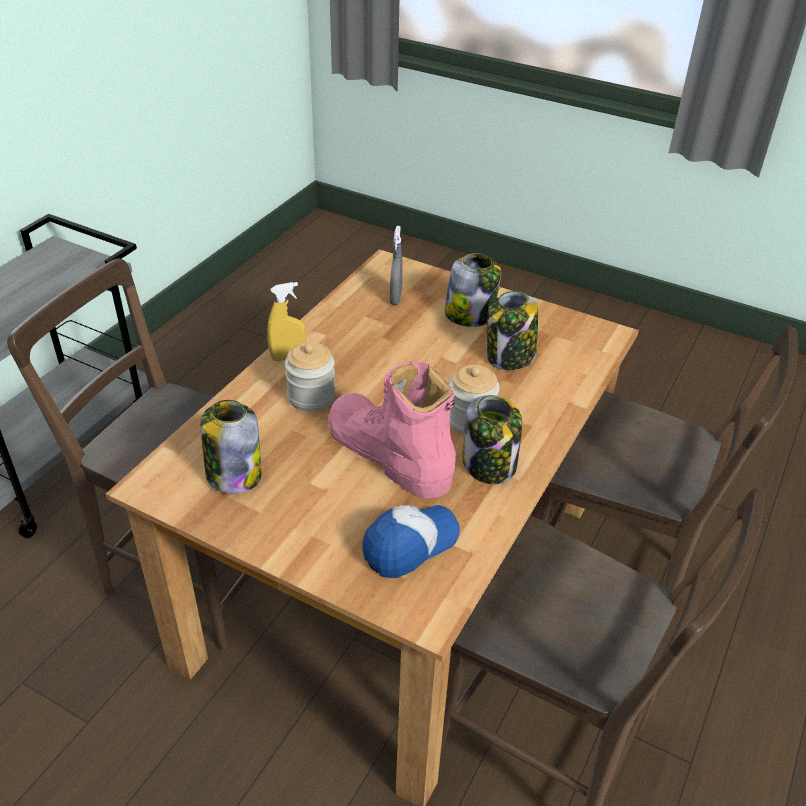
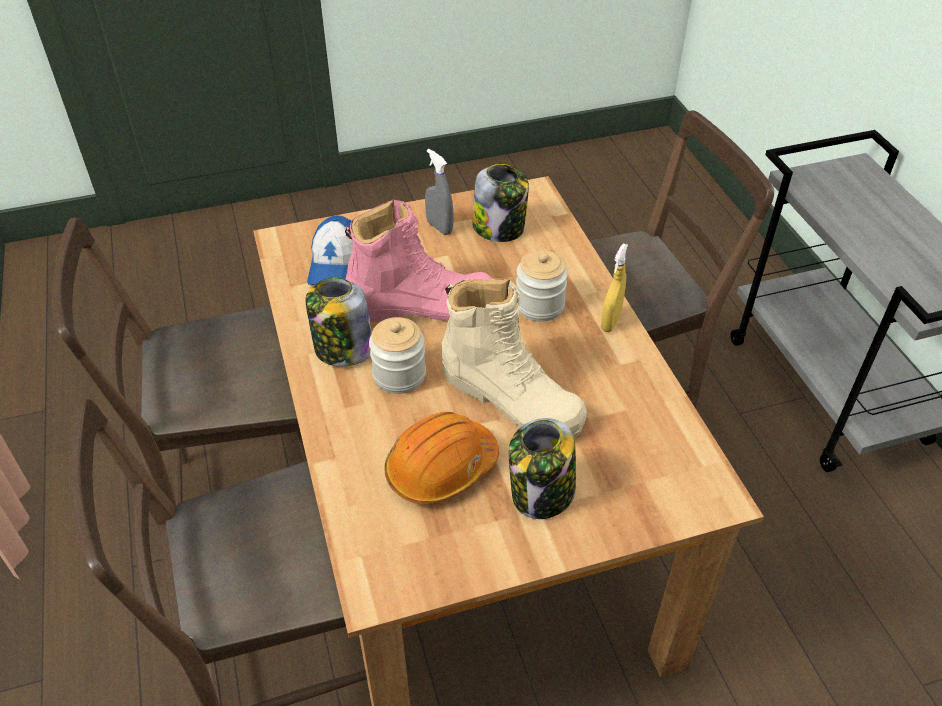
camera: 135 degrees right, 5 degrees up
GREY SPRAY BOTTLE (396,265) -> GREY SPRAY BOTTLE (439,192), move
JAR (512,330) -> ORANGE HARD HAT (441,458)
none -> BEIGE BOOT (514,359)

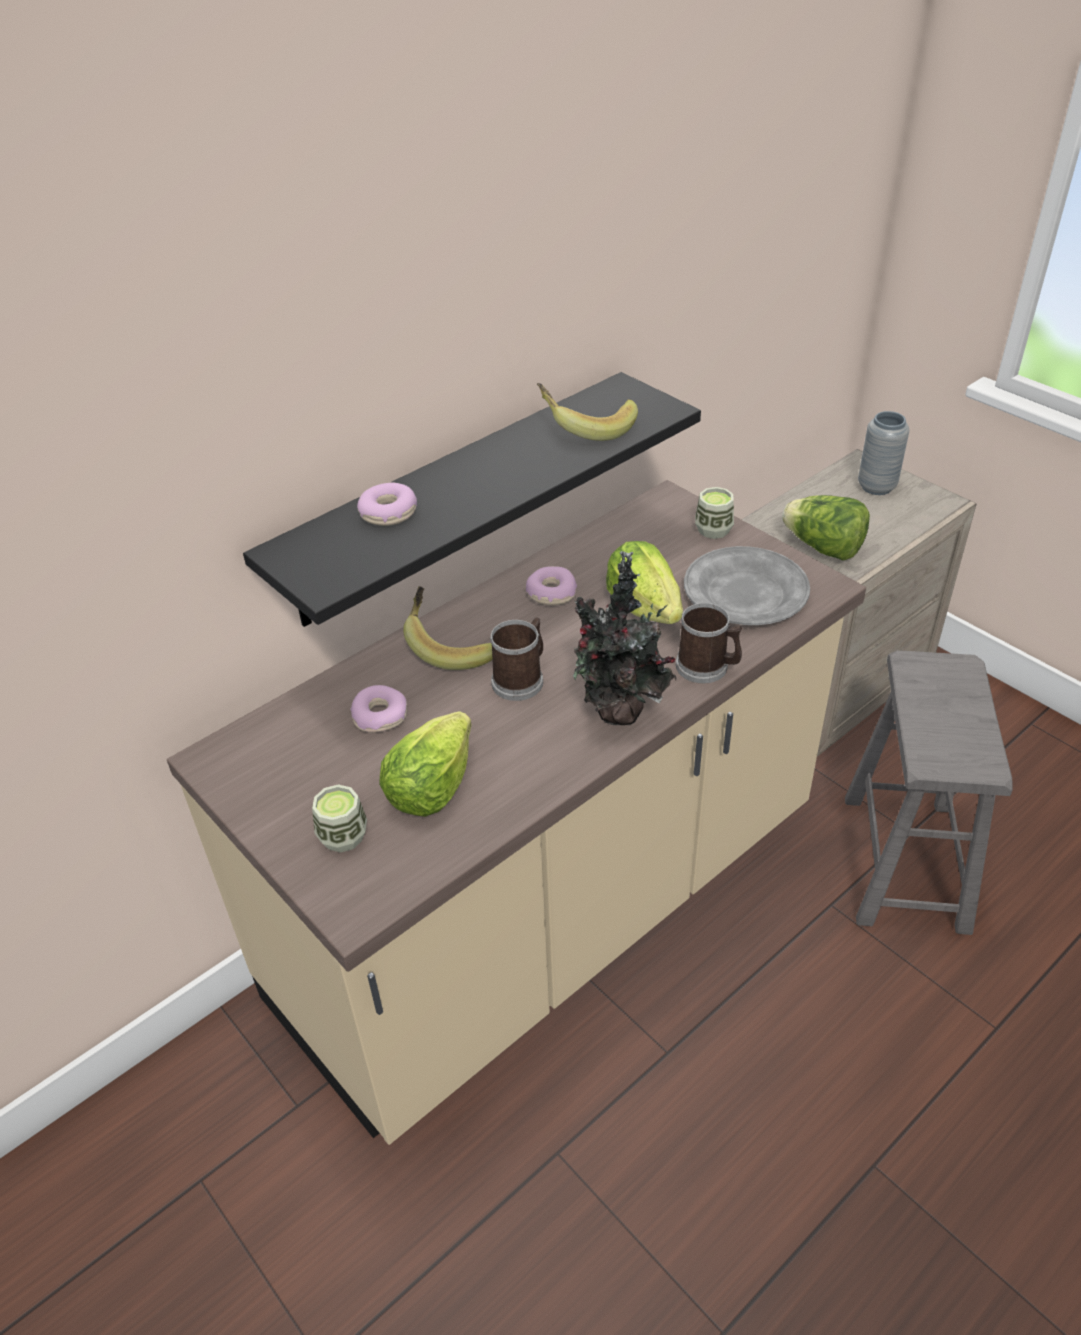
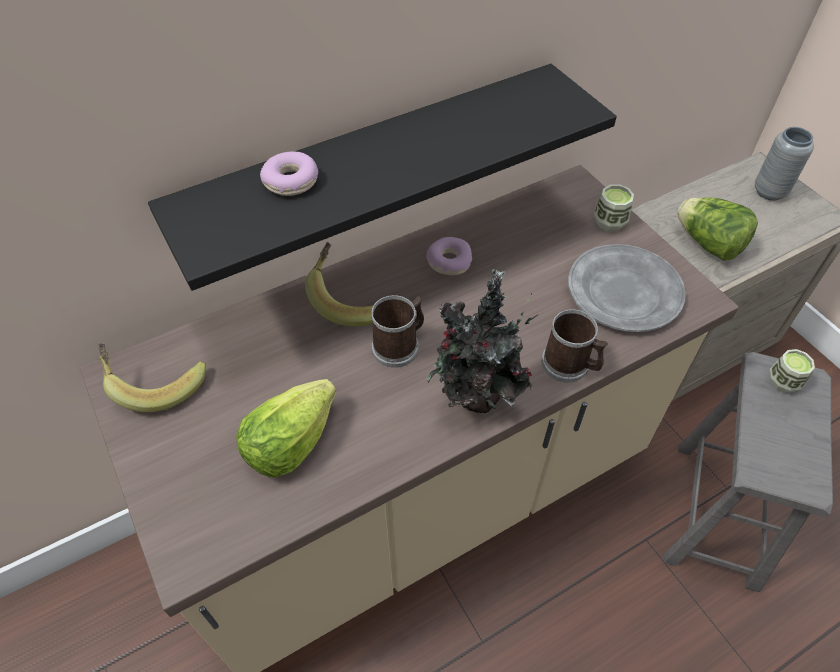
camera: 10 degrees right, 10 degrees up
CUP (339,818) -> CUP (792,371), move
DONUT (378,709) -> none
BANANA (587,412) -> BANANA (152,377), move
LETTUCE (644,582) -> none

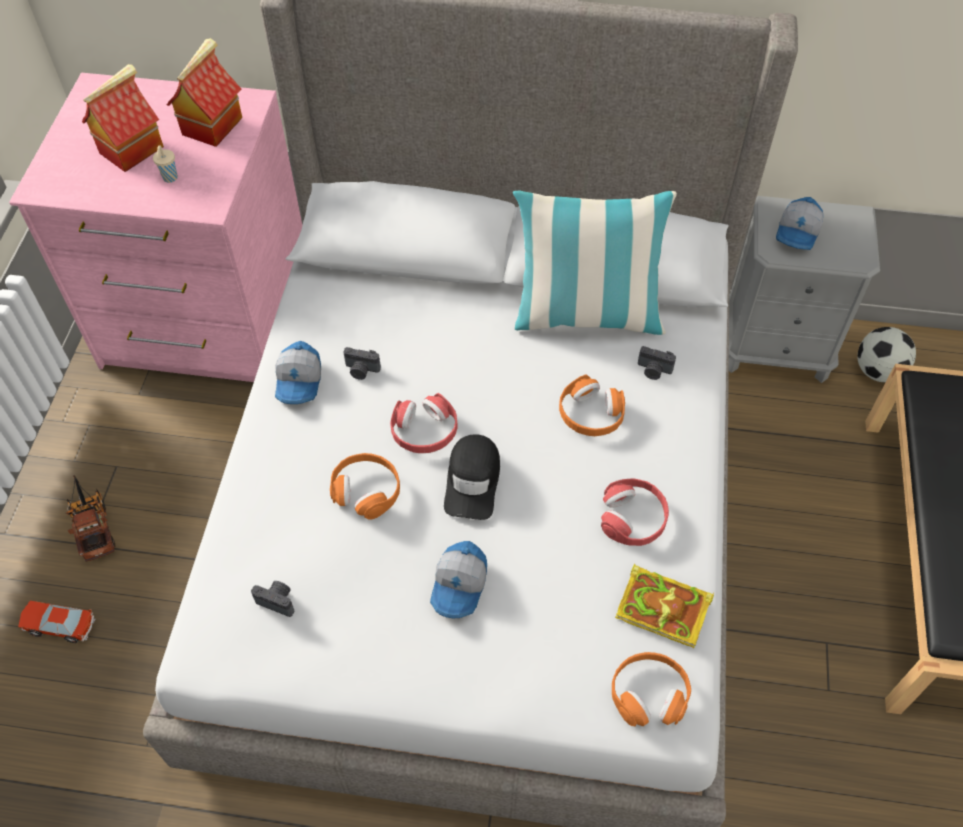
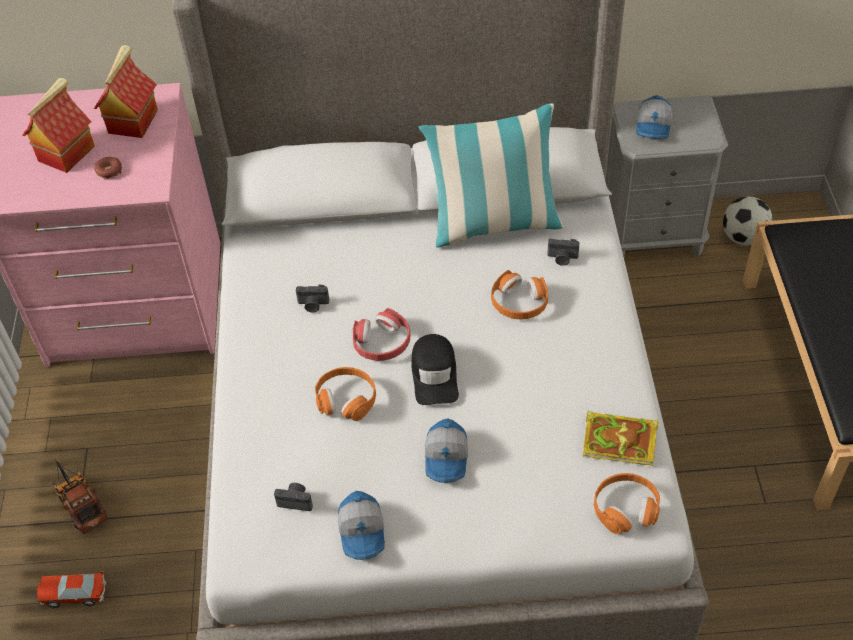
camera: 10 degrees left, 5 degrees down
BEIGE CUP (165,164) -> DONUT (108,168)
CAP (298,372) -> CAP (361,525), move
RED HEADPHONES (635,512) -> none

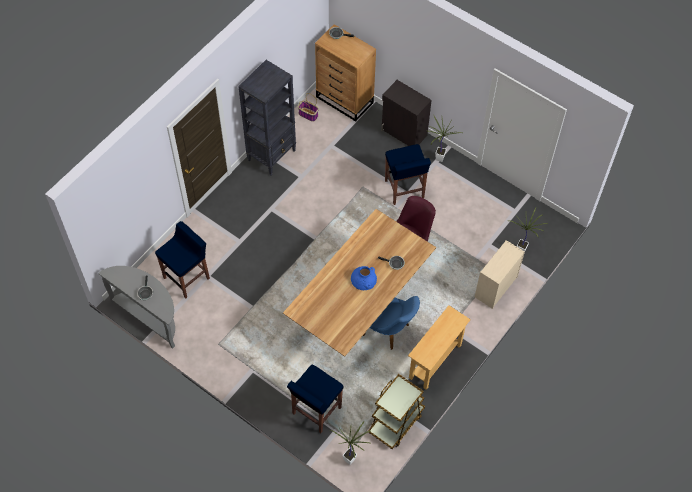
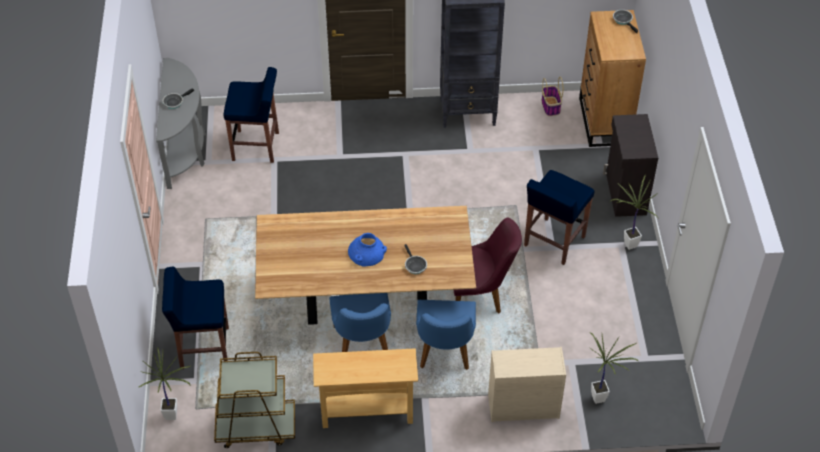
camera: 50 degrees right, 10 degrees down
none -> BLUE CHAIR (446,335)

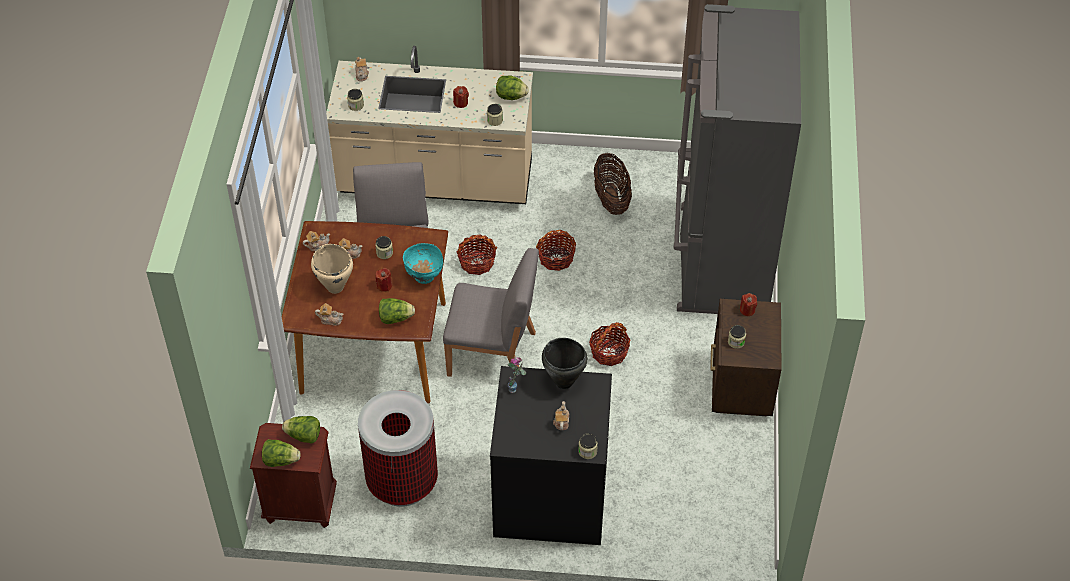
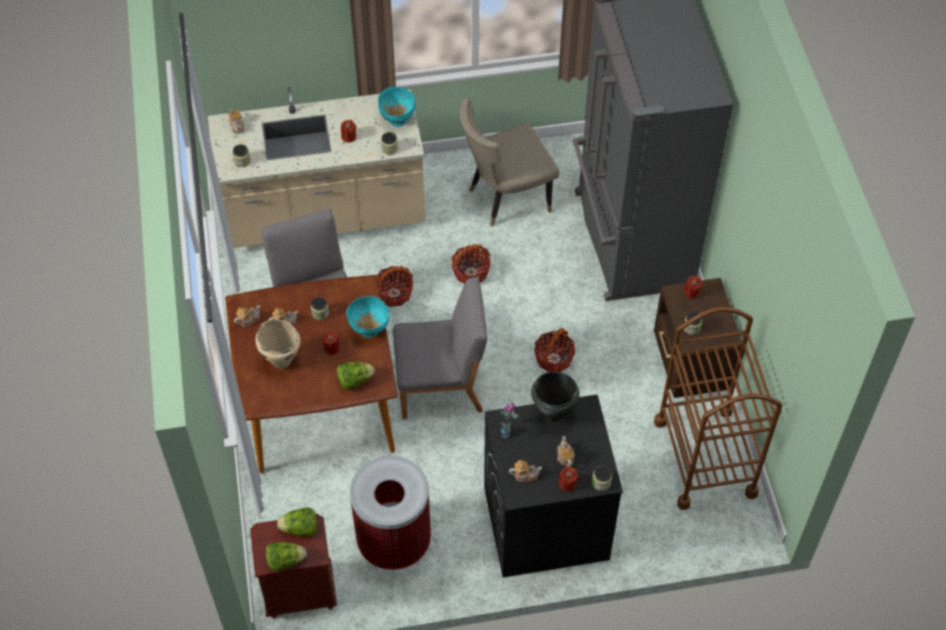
camera: 15 degrees left, 5 degrees up
TEAPOT (329,314) -> TEAPOT (525,471), move
LETTUCE (512,88) -> TURQUOISE BOWL (396,107)
BASKET (613,184) -> BEIGE CHAIR (509,162)
none -> RED CANDLE (568,479)
none -> BROWN CART (718,408)

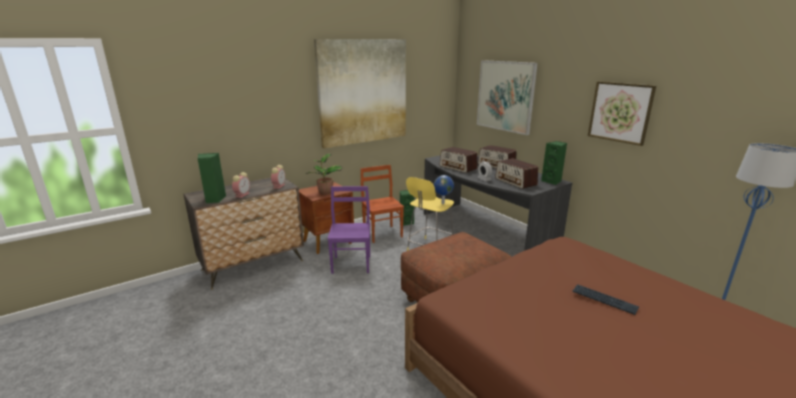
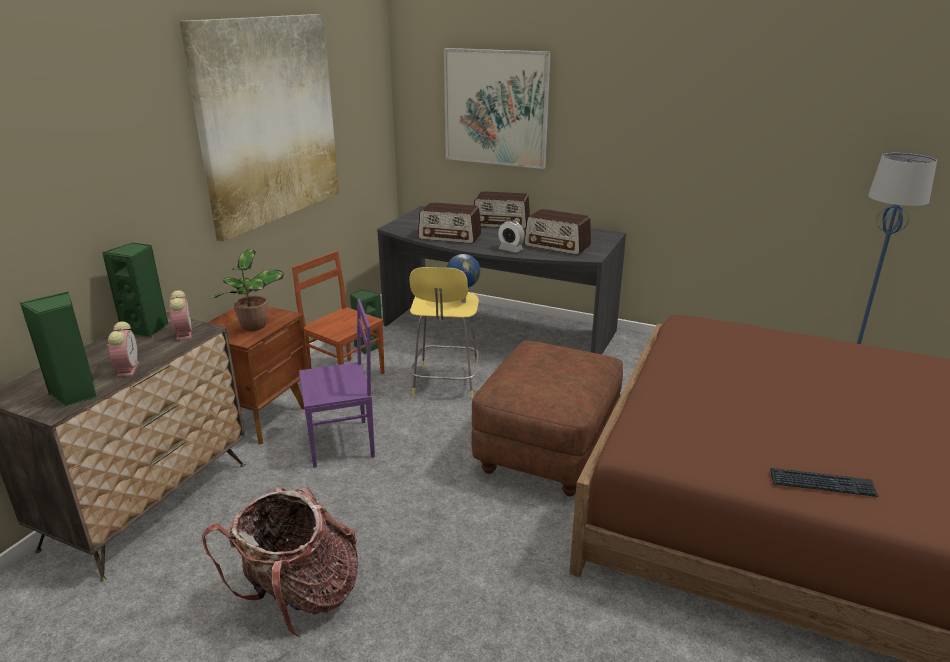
camera: 30 degrees left, 5 degrees up
PURPLE CHAIR (348,230) -> PURPLE CHAIR (337,383), 105 degrees clockwise
GREEN SPEAKER (554,163) -> GREEN SPEAKER (135,290), move
KEYBOARD (605,299) -> KEYBOARD (824,482), move
PICTURE (622,113) -> none
none -> BACKPACK (280,562)

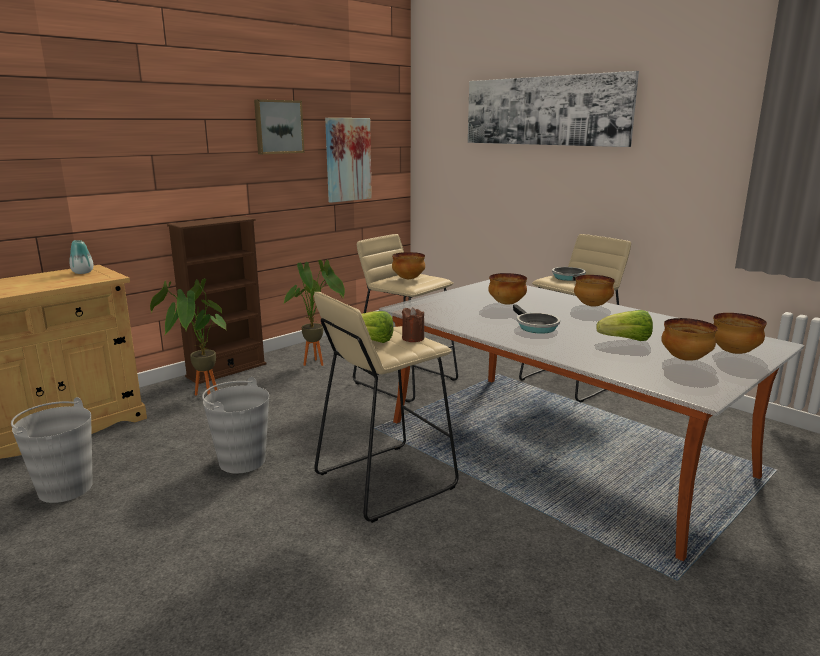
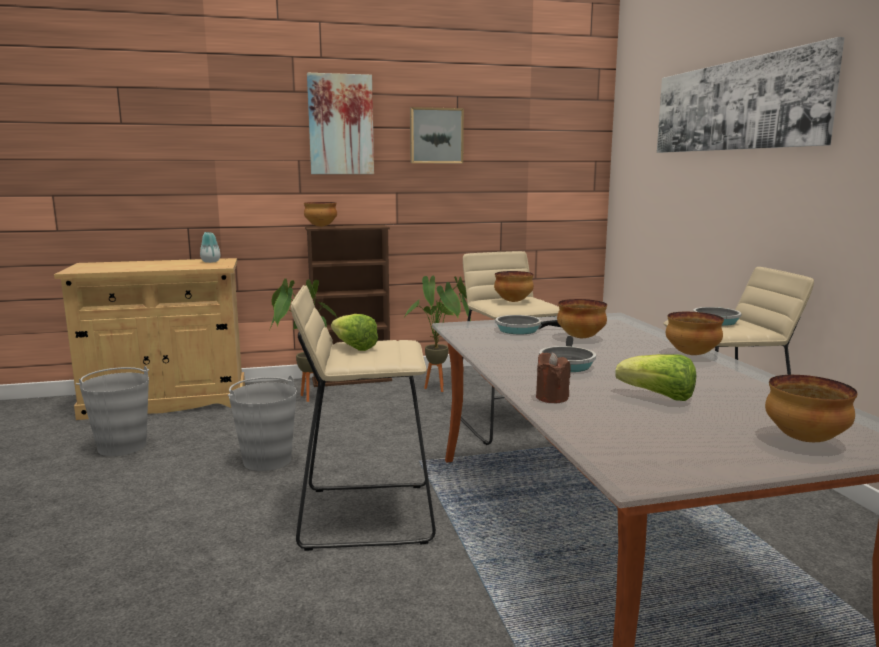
camera: 30 degrees right, 5 degrees down
PICTURE (348,160) -> PICTURE (340,123), move
BROWN CANDLE (413,324) -> BROWN CANDLE (553,377), move
BOWL (689,339) -> BOWL (320,214), move
none -> FRYING PAN (528,324)

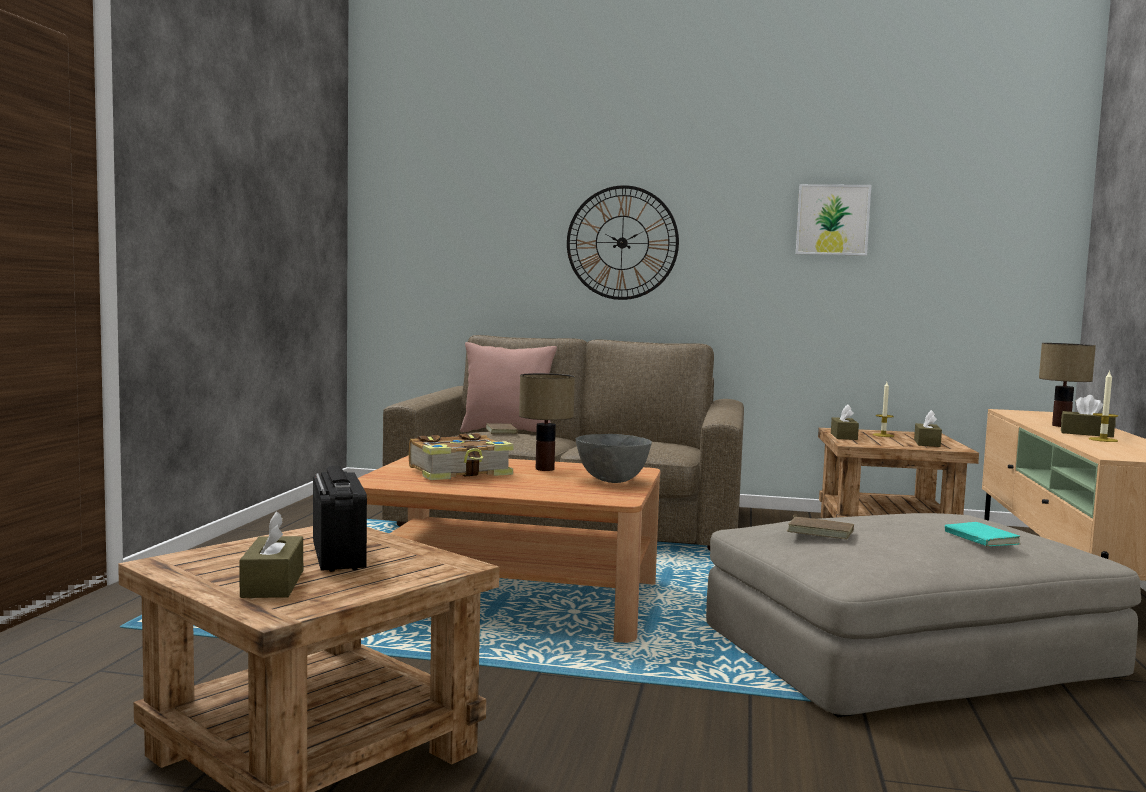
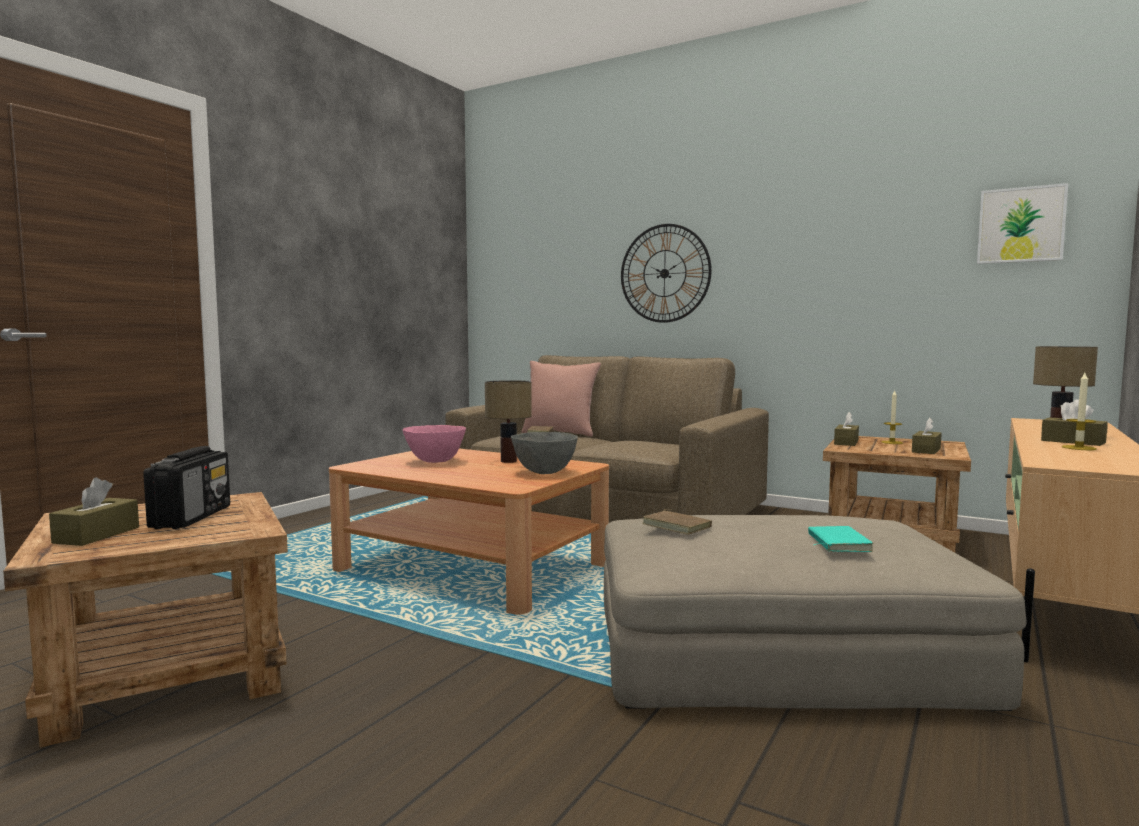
camera: 20 degrees right, 0 degrees up
BOOK (461,456) -> PINK BOWL (434,444)
PICTURE (833,220) -> PICTURE (1022,223), move

